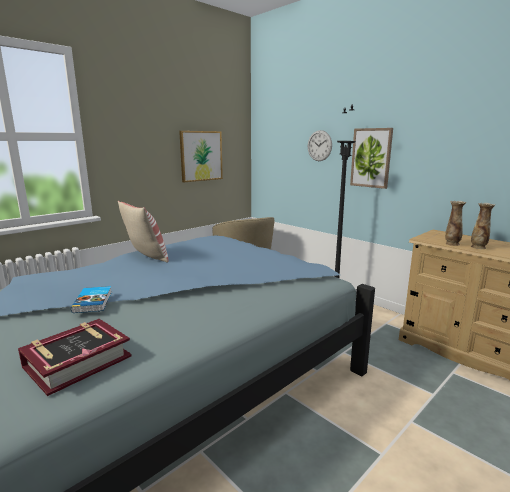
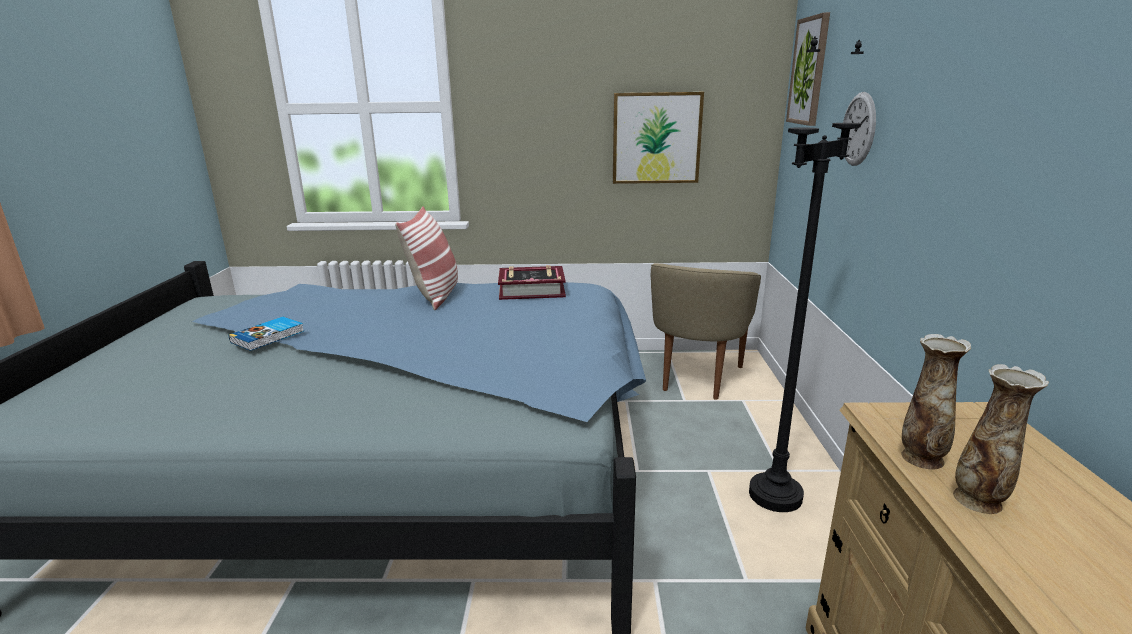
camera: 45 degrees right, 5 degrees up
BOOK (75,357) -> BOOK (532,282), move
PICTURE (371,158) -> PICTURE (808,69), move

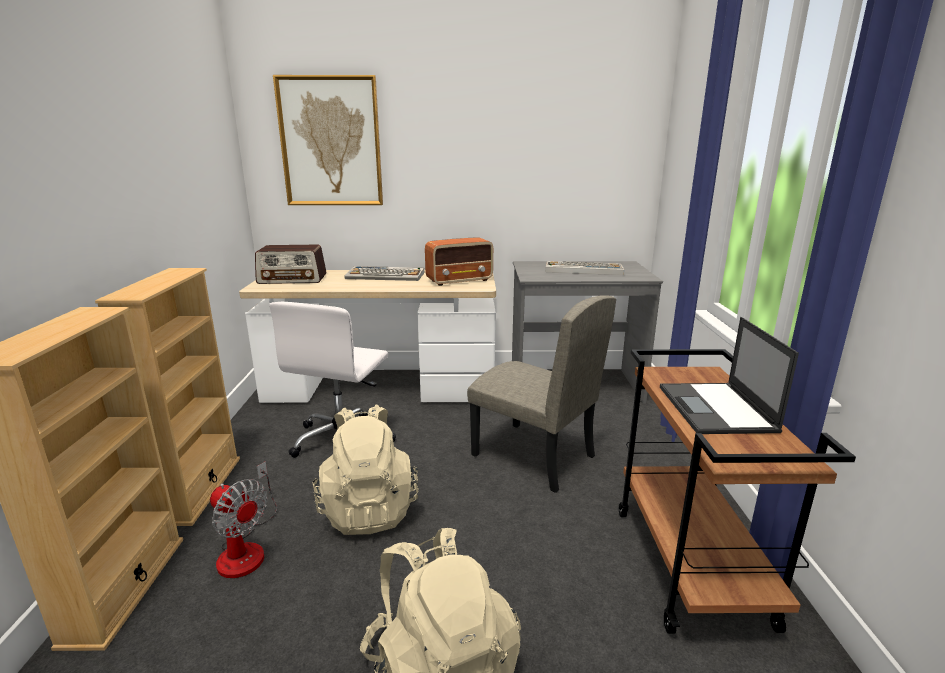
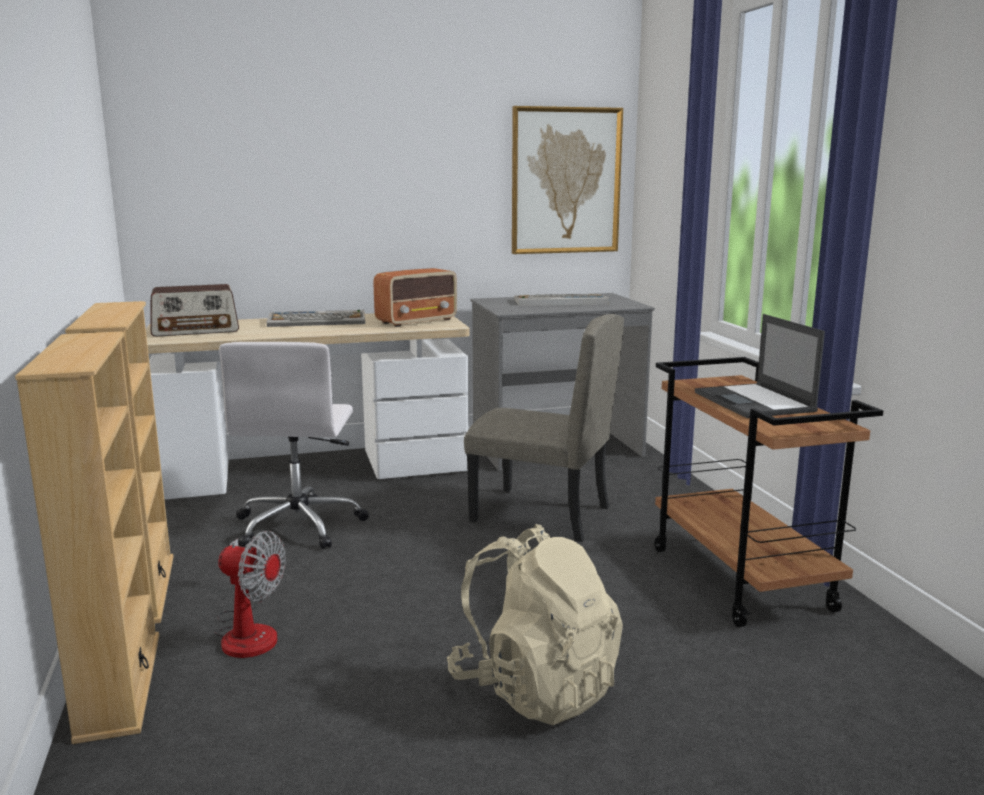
camera: 15 degrees left, 5 degrees down
PICTURE (328,140) -> PICTURE (567,180), move
BEIGE BACKPACK (365,470) -> none

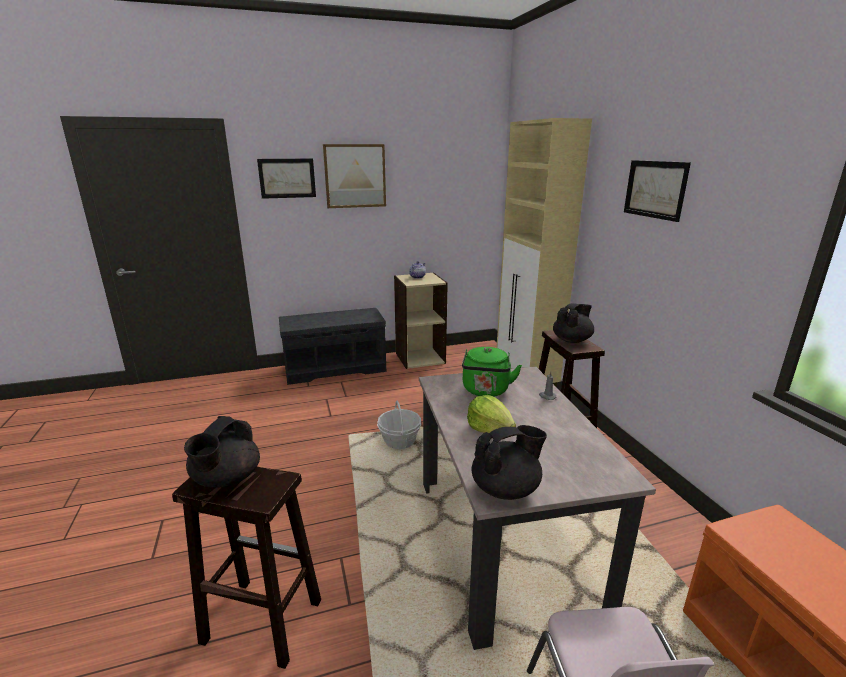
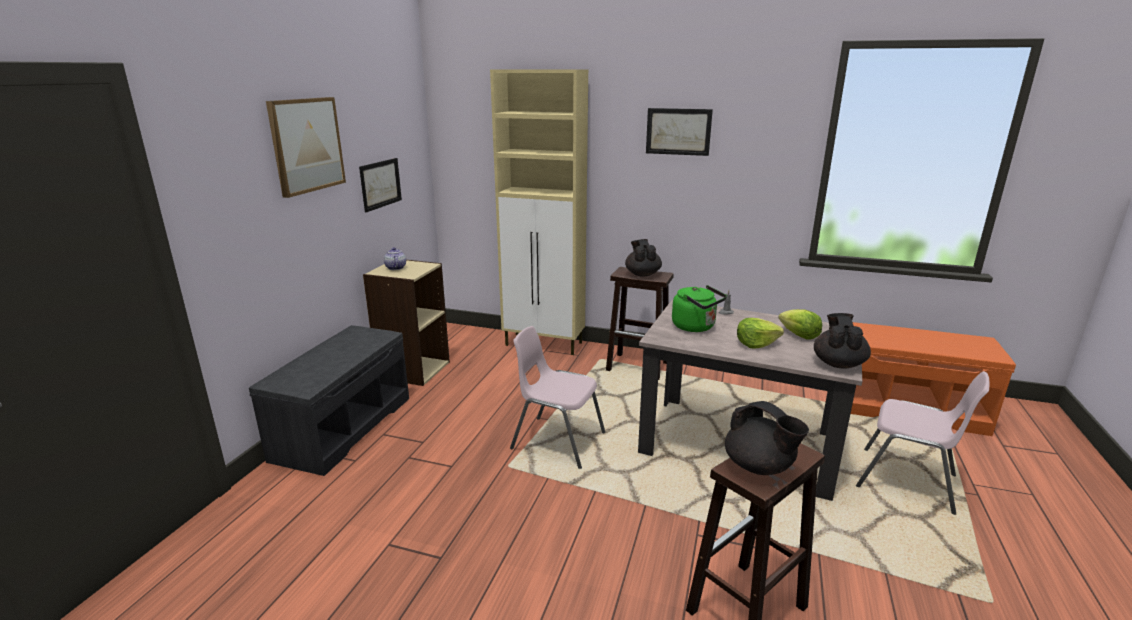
camera: 55 degrees left, 0 degrees up
PICTURE (286,179) -> PICTURE (380,185), move
BASKET (399,425) -> PINK CHAIR (558,397)
none -> LETTUCE (800,324)

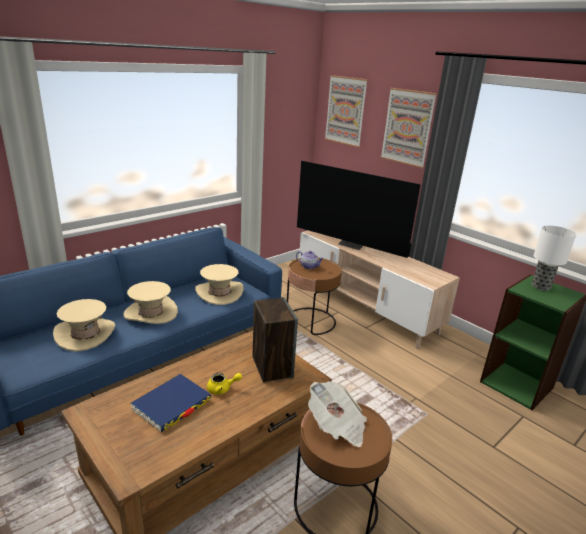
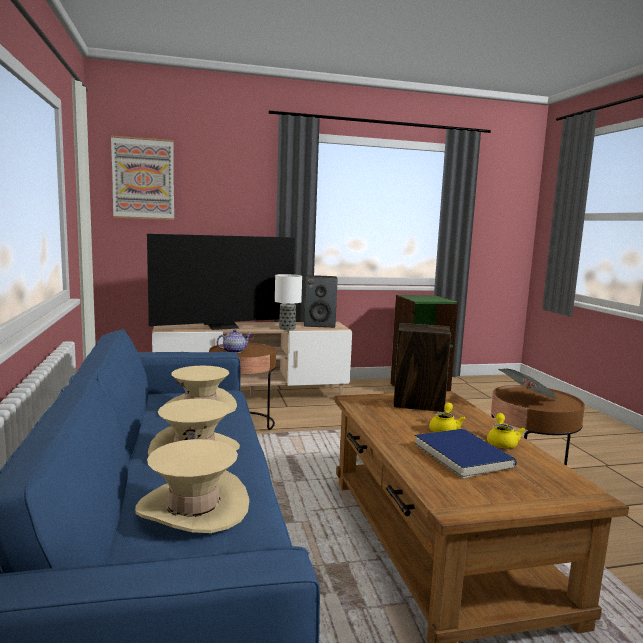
camera: 60 degrees left, 15 degrees down
PICTURE (408,128) -> none
TABLE LAMP (554,258) -> TABLE LAMP (288,302), move
none -> SPEAKER (320,301)
none -> YELLOW TEAPOT (506,430)

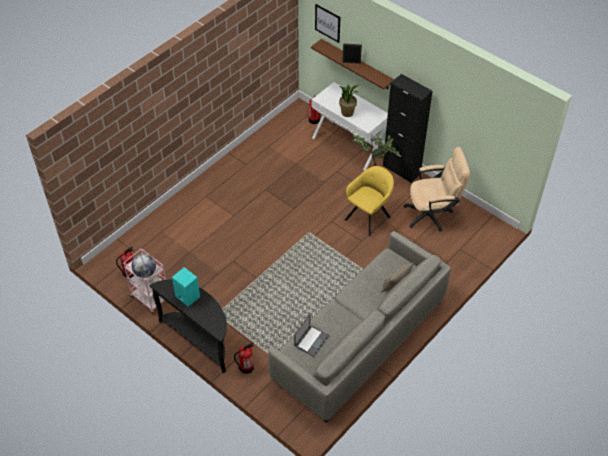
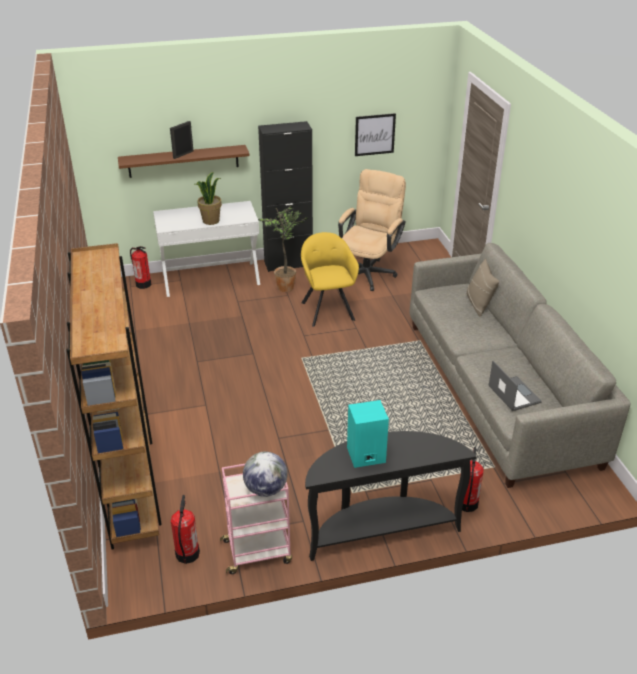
camera: 55 degrees left, 15 degrees down
PICTURE (327,23) -> PICTURE (375,134), move
none -> BROWN BOOKCASE (114,396)

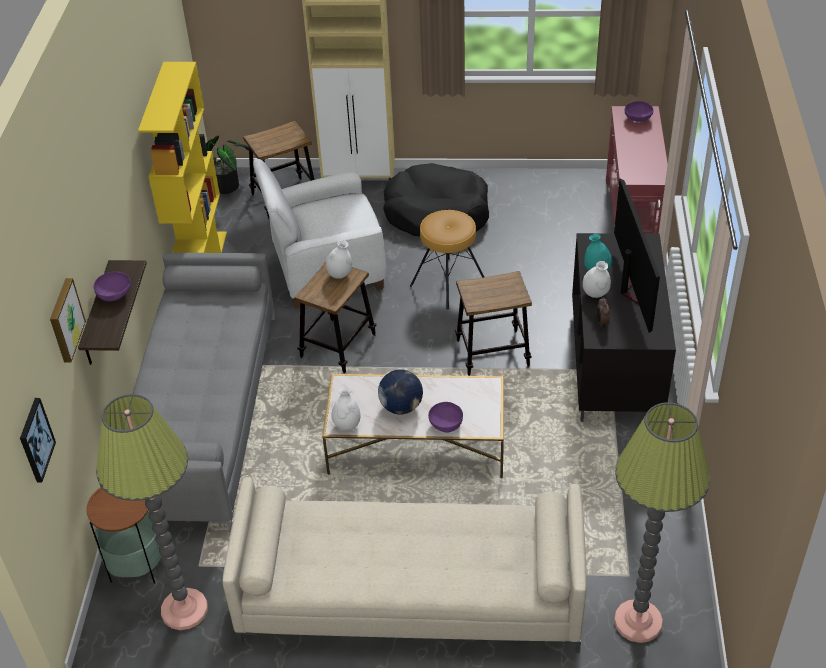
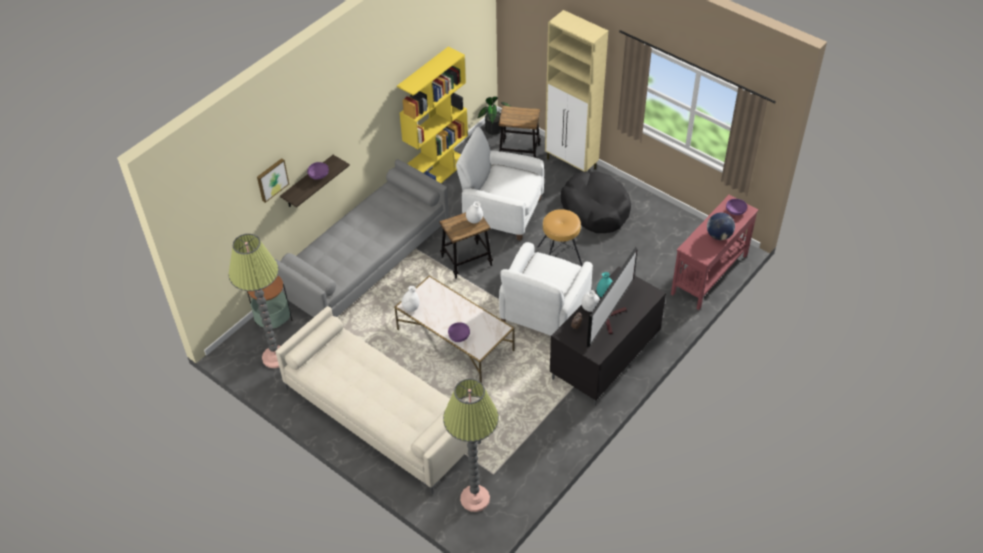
camera: 35 degrees right, 5 degrees up
PICTURE (38,440) -> none
GLOBE (400,392) -> GLOBE (721,226), move
STOOL (493,323) -> WHITE ARMCHAIR (546,289)

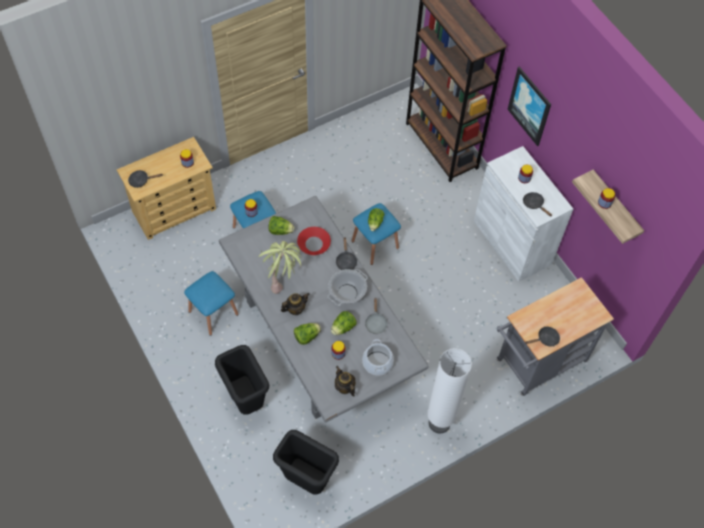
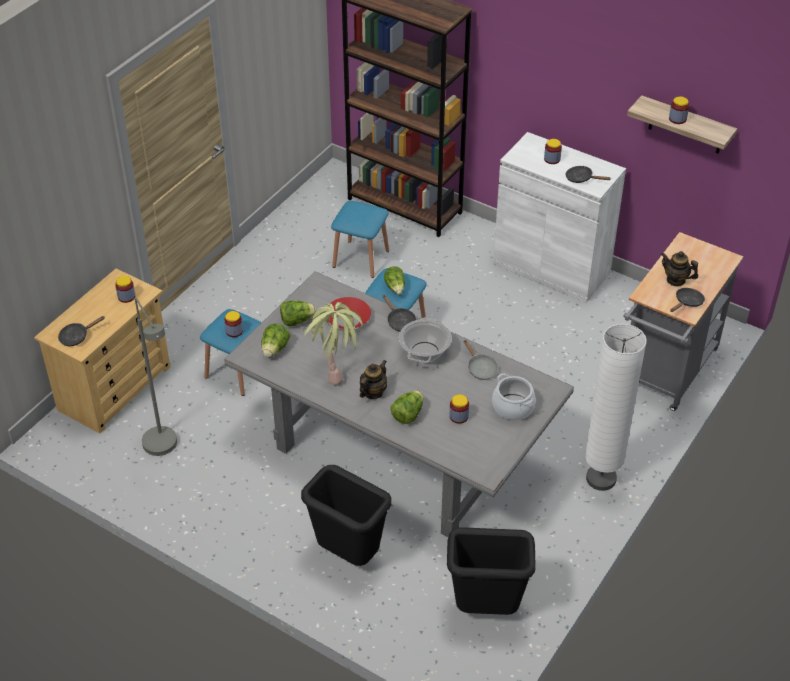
camera: 25 degrees left, 15 degrees down
BLUE STOOL (211,303) -> BLUE STOOL (360,239), move
LETTUCE (343,323) -> LETTUCE (275,340), move
TEAPOT (345,381) -> TEAPOT (679,269), move
PICTURE (529,106) -> none
none -> GREY FLOOR LAMP (156,377)

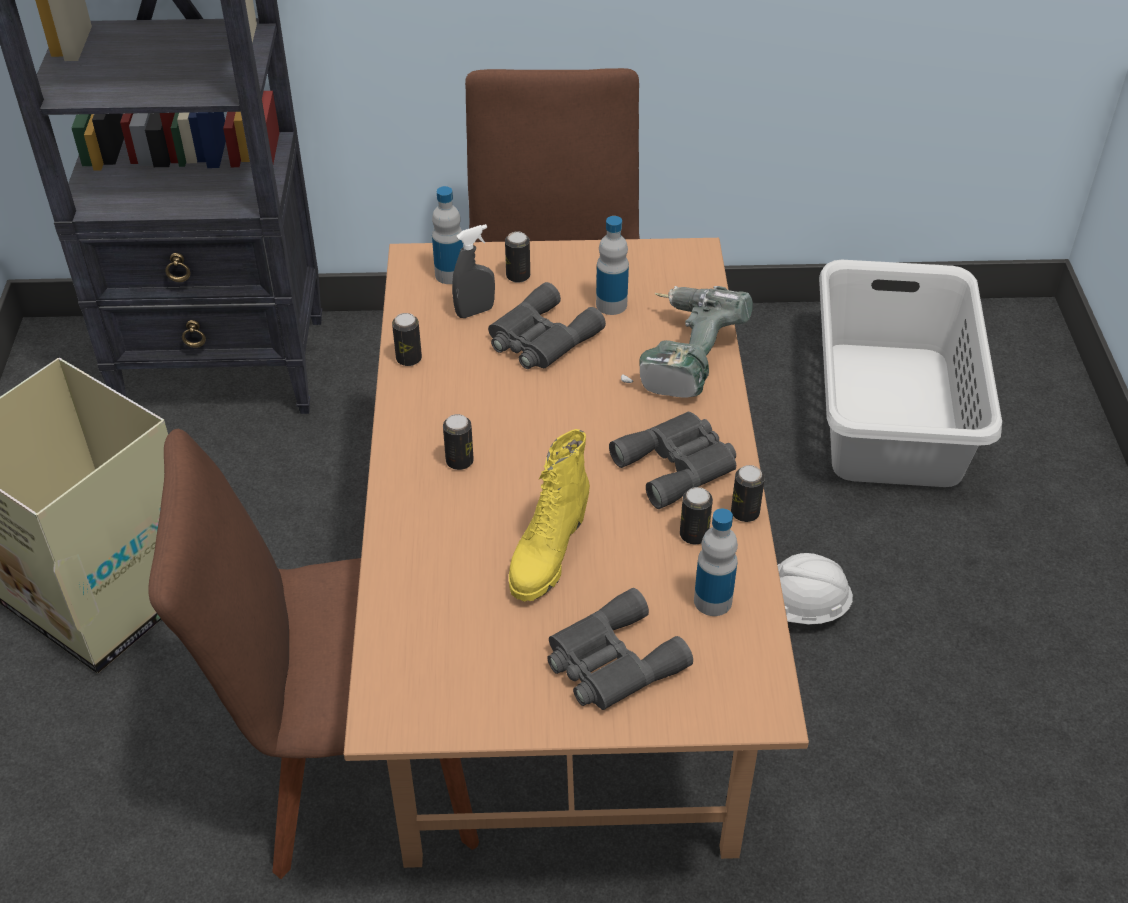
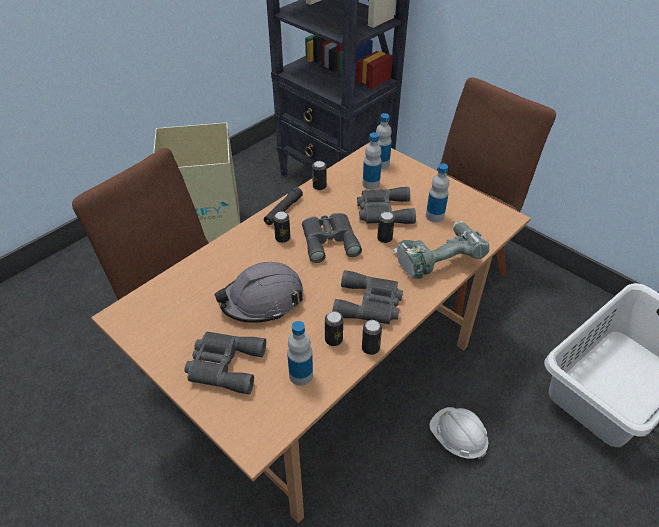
camera: 45 degrees right, 0 degrees up
GREY SPRAY BOTTLE (473,271) -> BOTTLE (372,161)
CAN (517,257) -> CAN (386,227), move
YELLOW BOOT (549,515) -> GREY HARD HAT (258,292)
none -> BLACK FLASHLIGHT (283,206)
none -> GREY BINOCULARS (332,238)

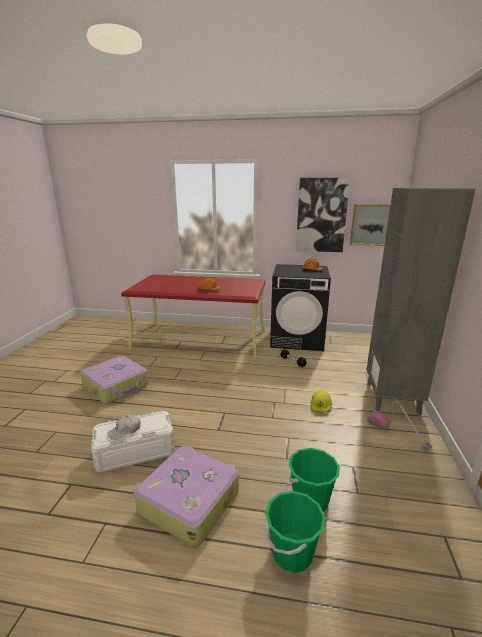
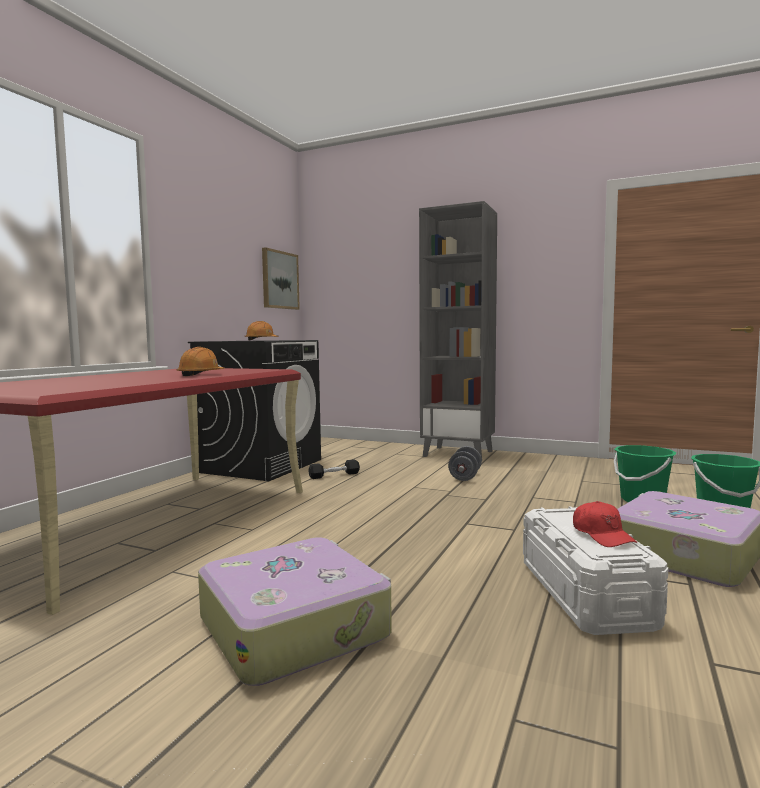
camera: 75 degrees left, 15 degrees down
WHITE CAP (123,427) -> RED CAP (605,524)
PICTURE (323,215) -> none
YELLOW HARD HAT (321,401) -> GREY DUMBBELL (465,463)
VACUUM CLEANER (399,427) -> none

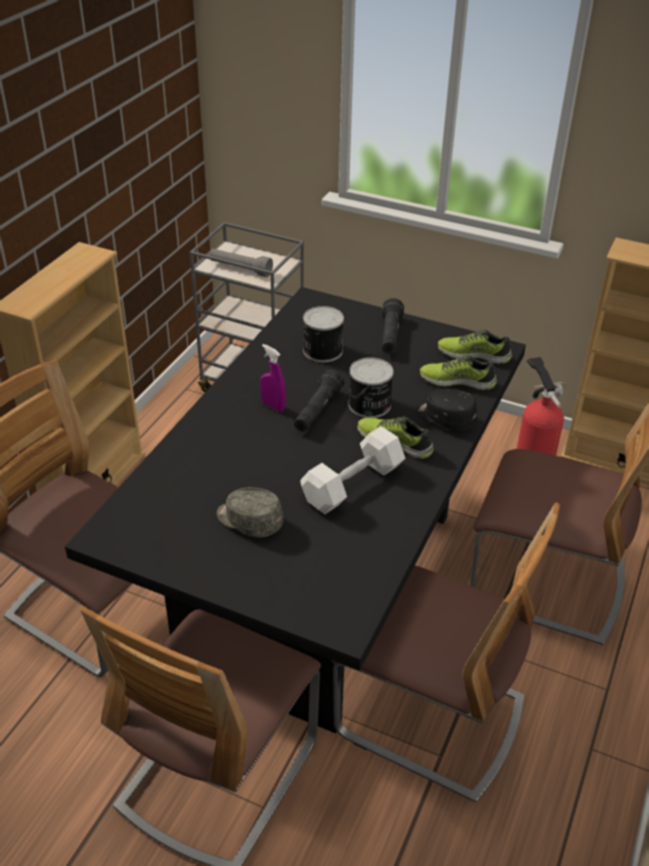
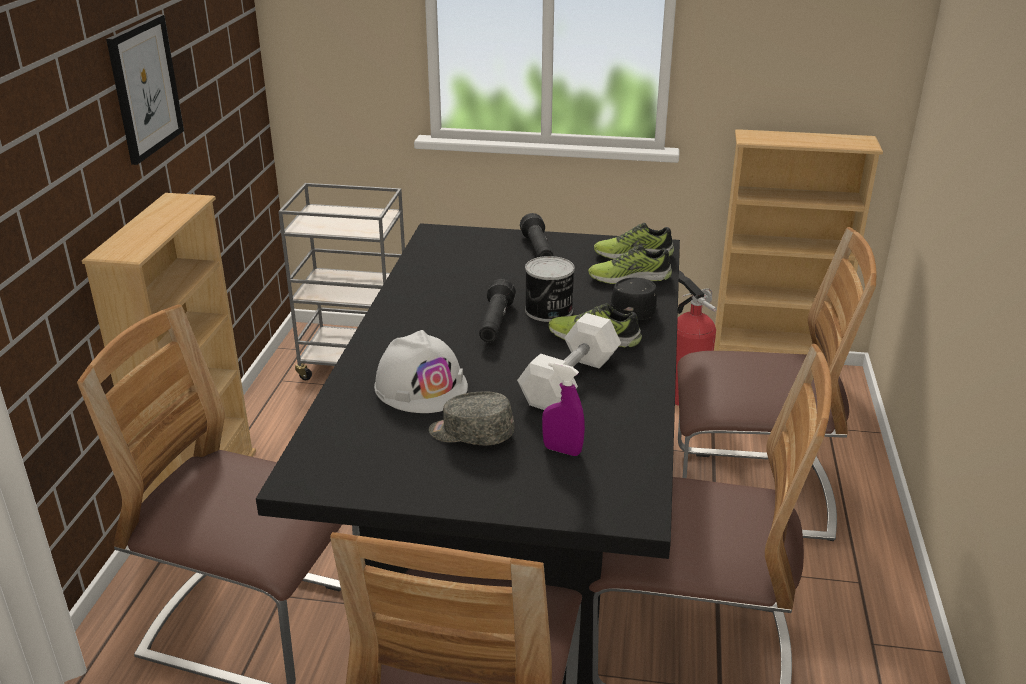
camera: 15 degrees left, 10 degrees down
GREY FLASHLIGHT (241,263) -> none
PURPLE SPRAY BOTTLE (273,378) -> PURPLE SPRAY BOTTLE (563,409), move
CAN (323,334) -> none
BLACK CAP (446,410) -> BLACK CAP (633,299), 90 degrees clockwise
none -> PICTURE (145,90)
none -> WHITE HARD HAT (421,371)

